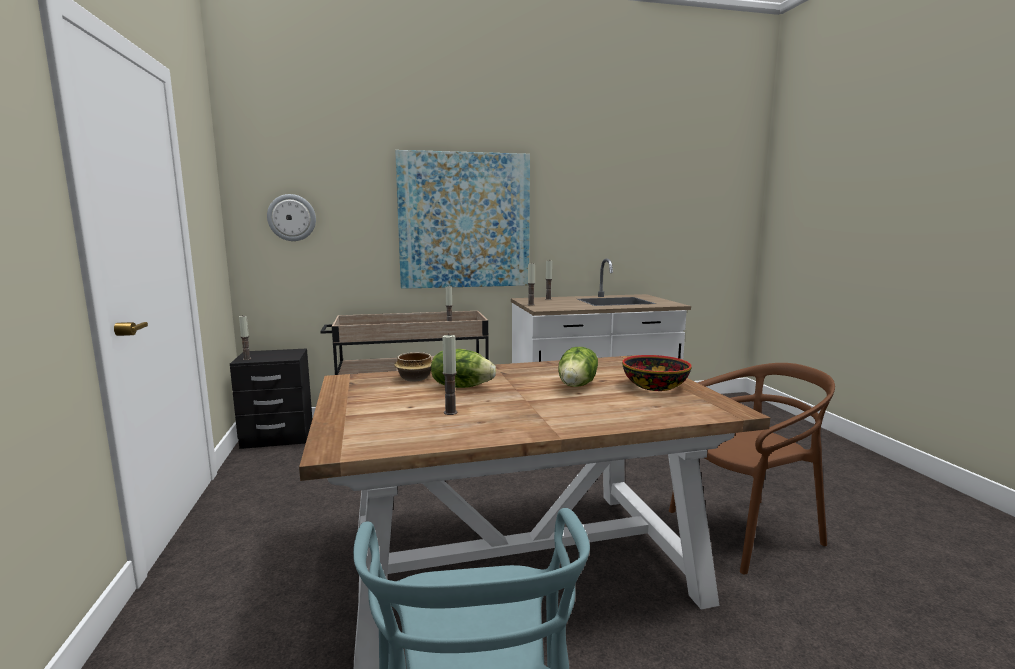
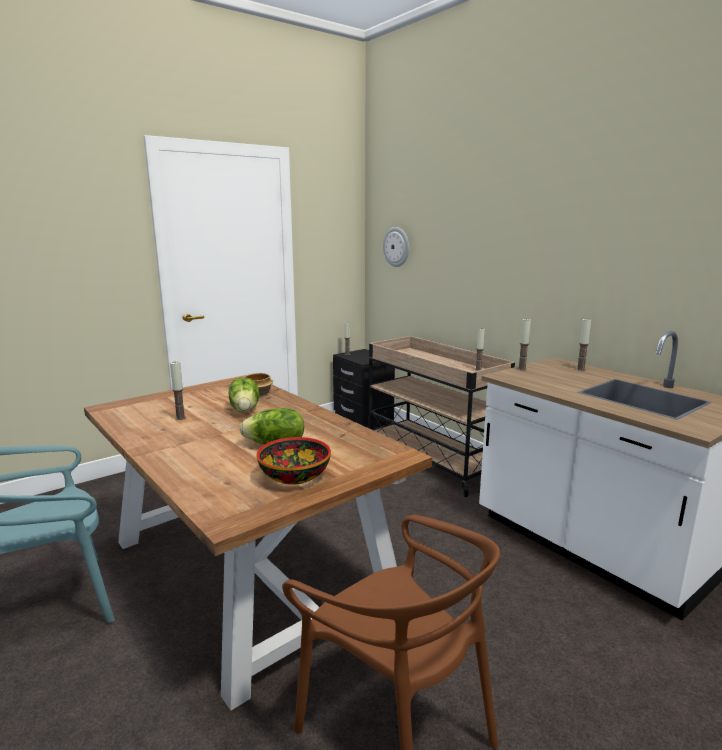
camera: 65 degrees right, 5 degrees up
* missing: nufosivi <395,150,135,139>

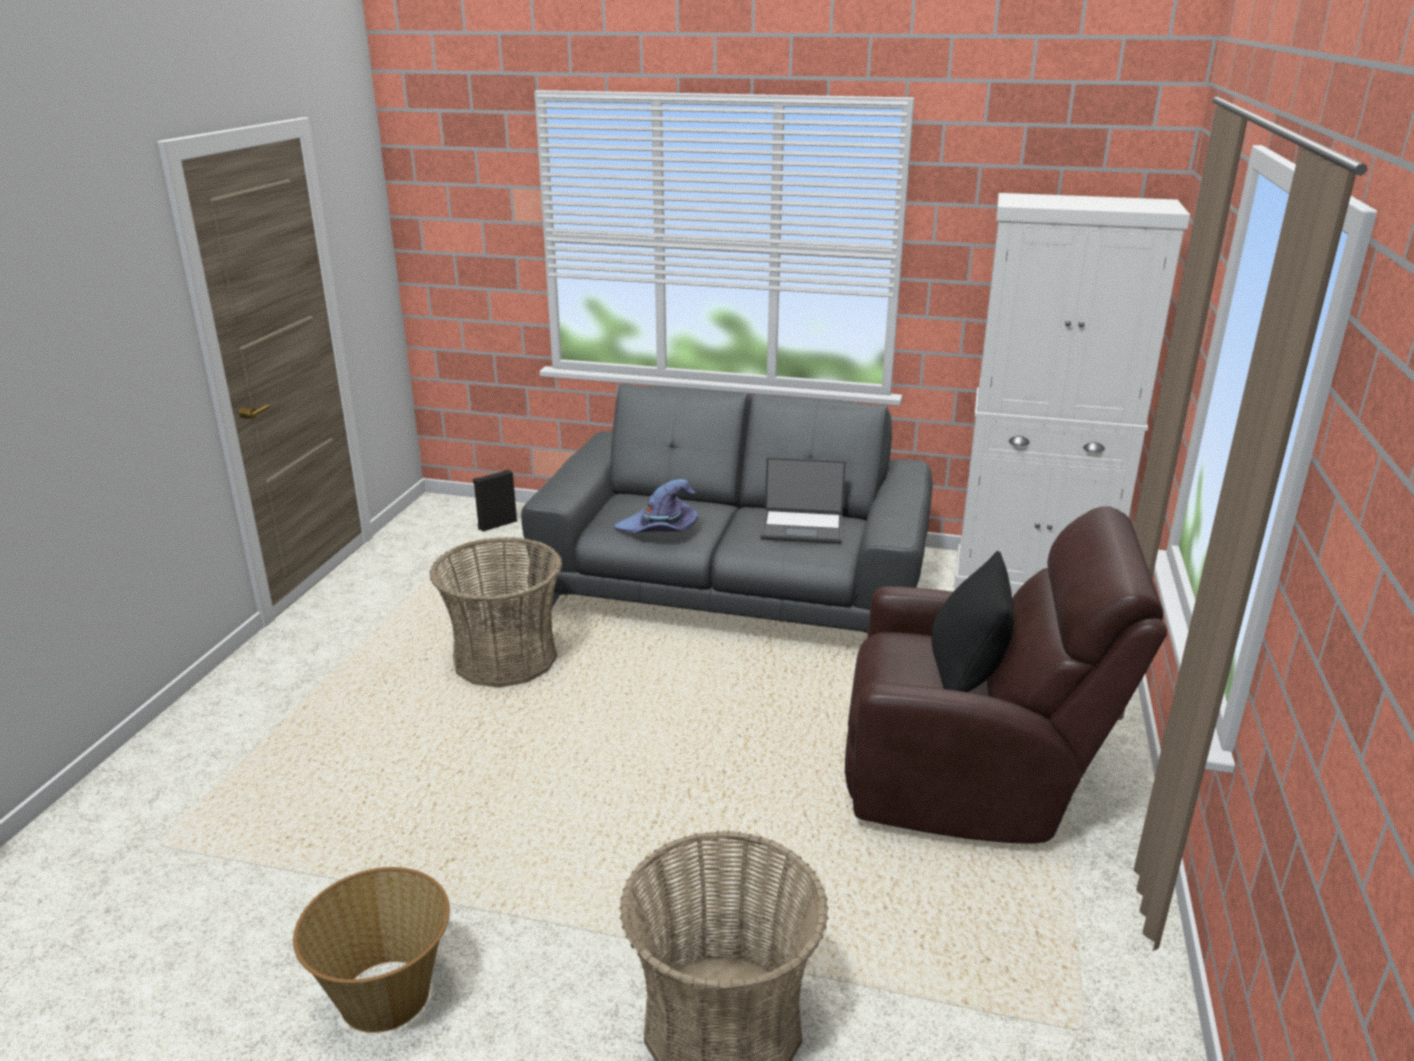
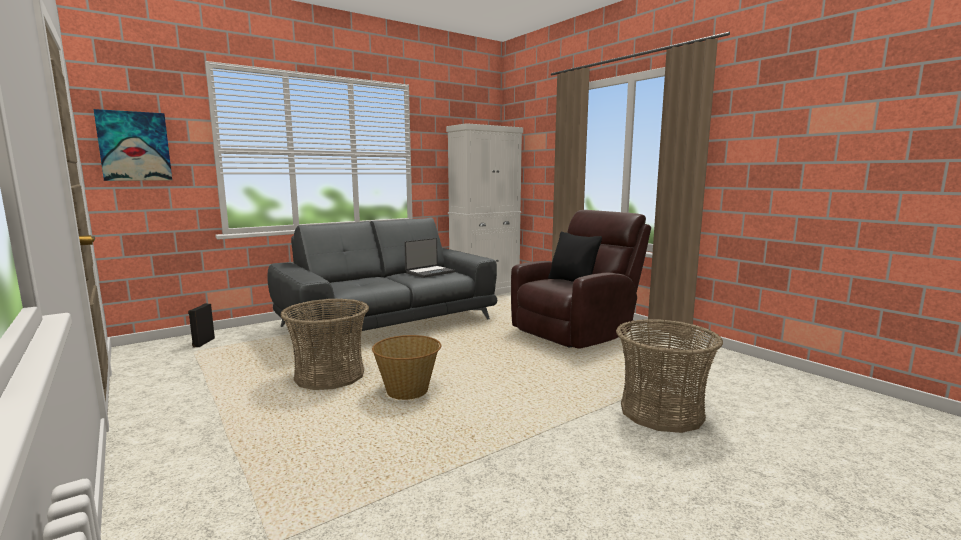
camera: 50 degrees left, 15 degrees down
* relocated: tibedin <293,867,157,166> to <372,335,69,65>
* missing: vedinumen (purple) <614,479,84,54>
* appeared: nufosivi <93,109,79,72>

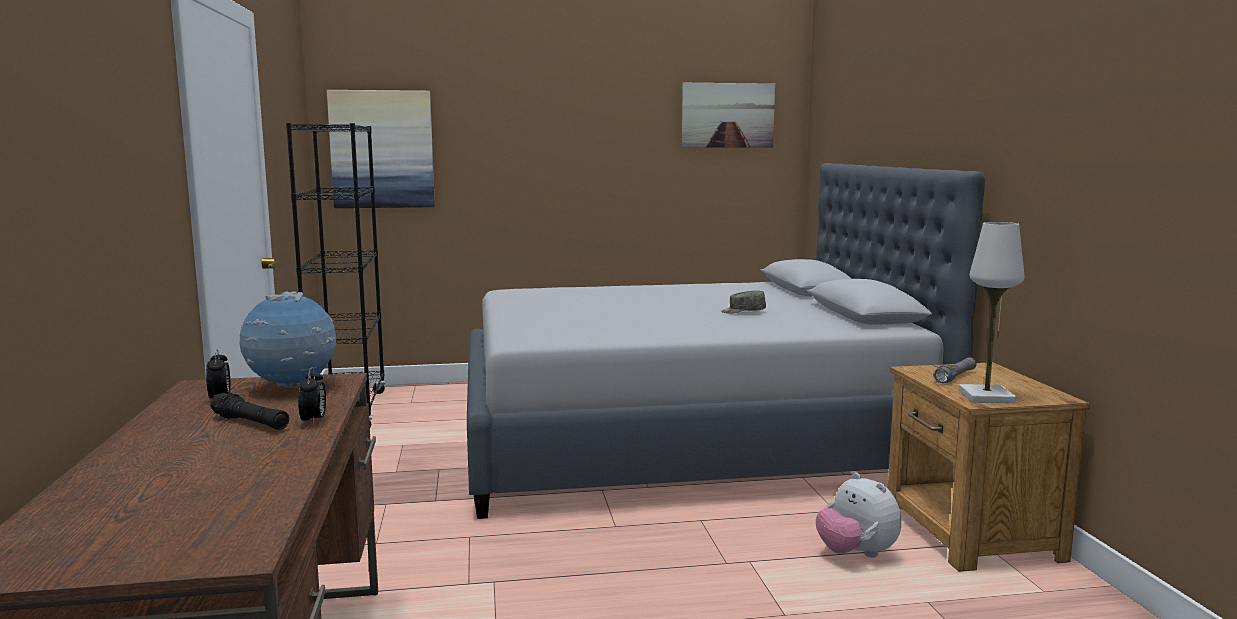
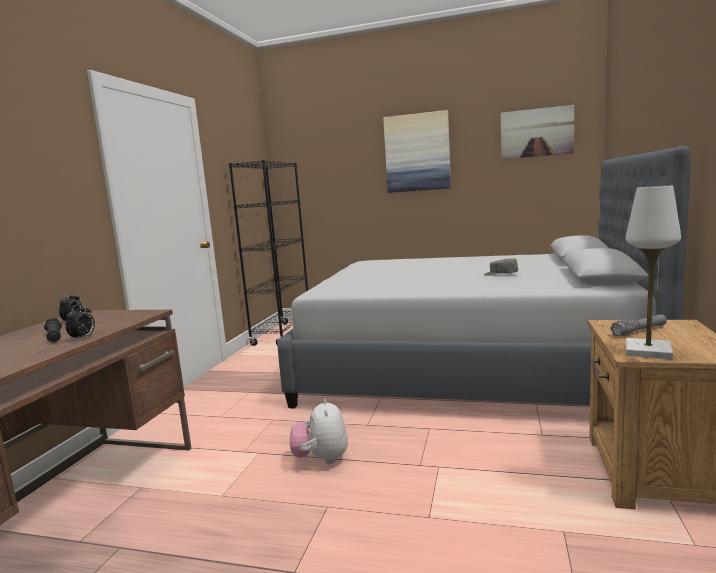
camera: 25 degrees right, 0 degrees up
* missing: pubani <240,291,96,97>
* relocated: nufosivi <327,90,108,118> to <383,110,68,83>
* relocated: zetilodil <816,473,85,85> to <289,399,59,65>

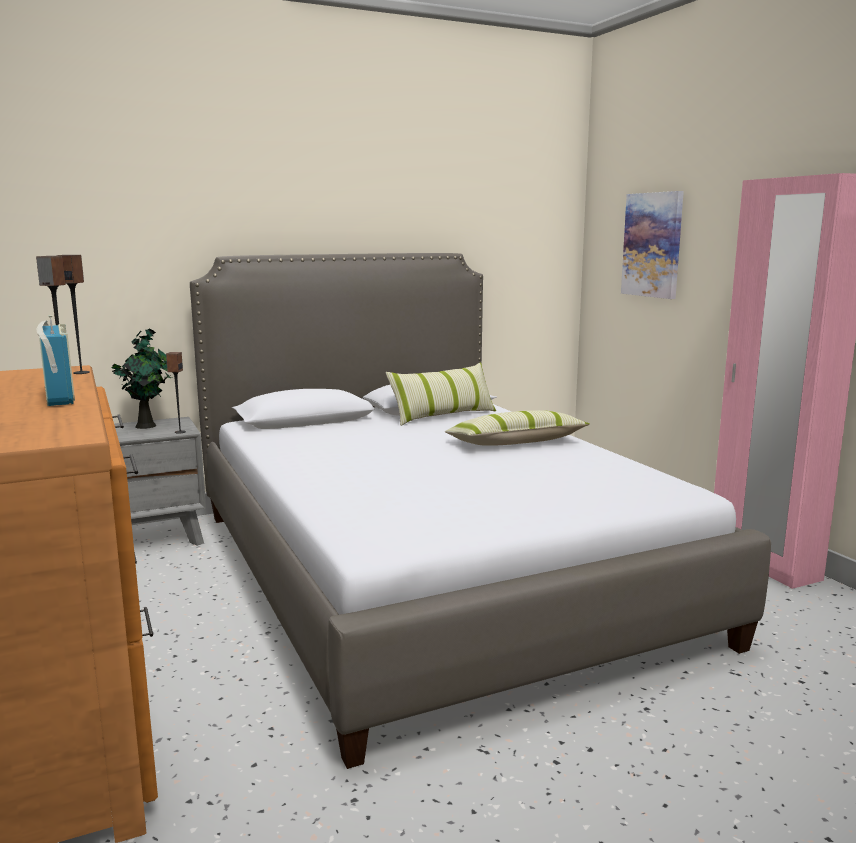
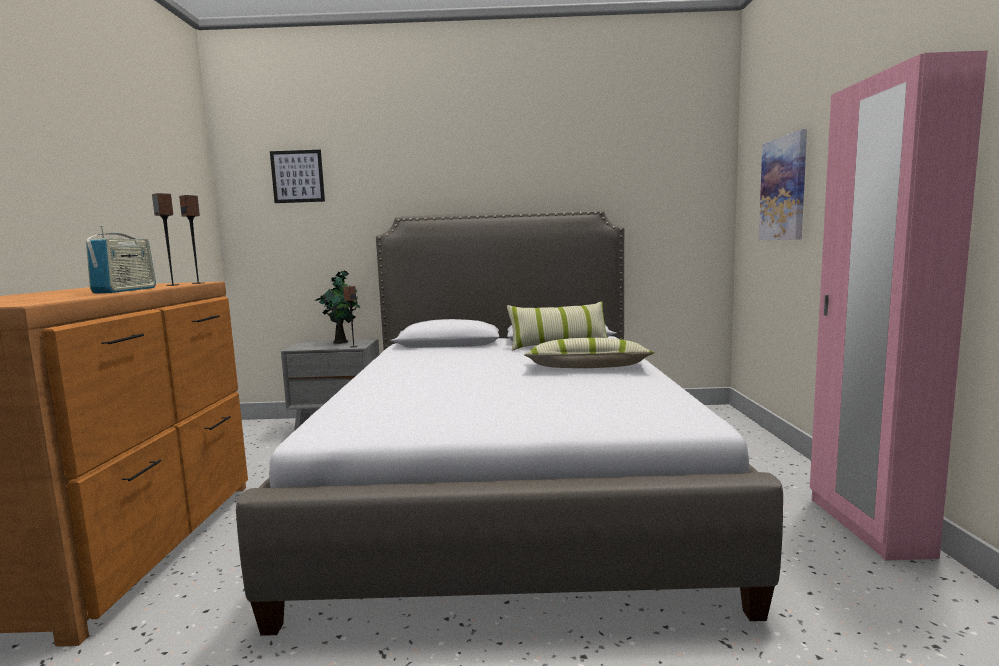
camera: 25 degrees right, 5 degrees down
* appeared: nufosivi <270,150,55,53>

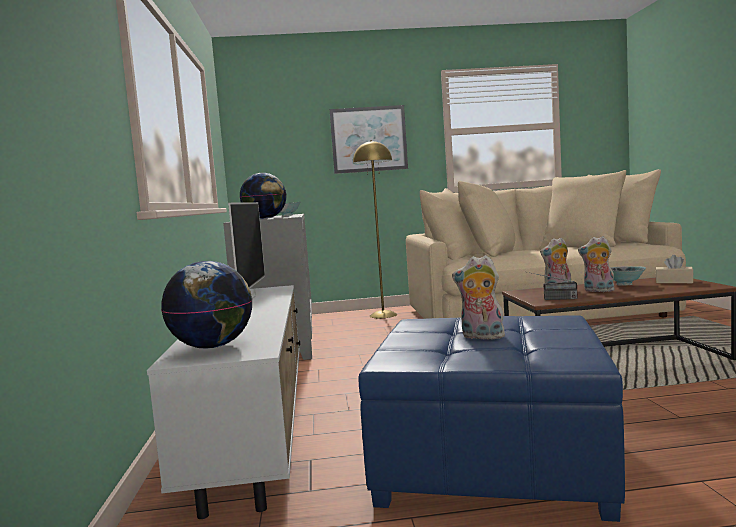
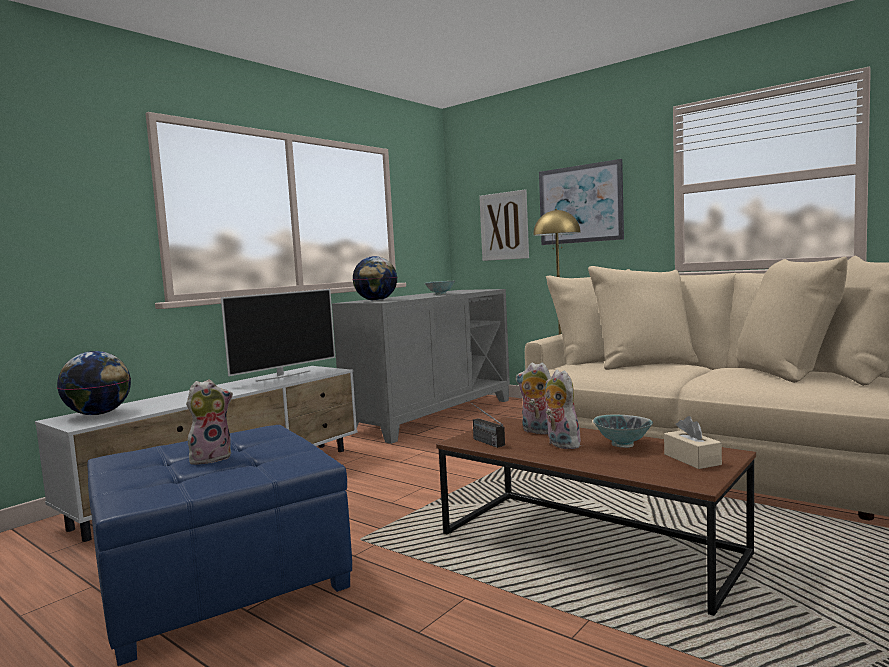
camera: 45 degrees right, 0 degrees up
* spun: zetilodil <452,255,53,86> = <186,380,47,85> 75 degrees clockwise
* appeared: nufosivi <479,189,50,72>

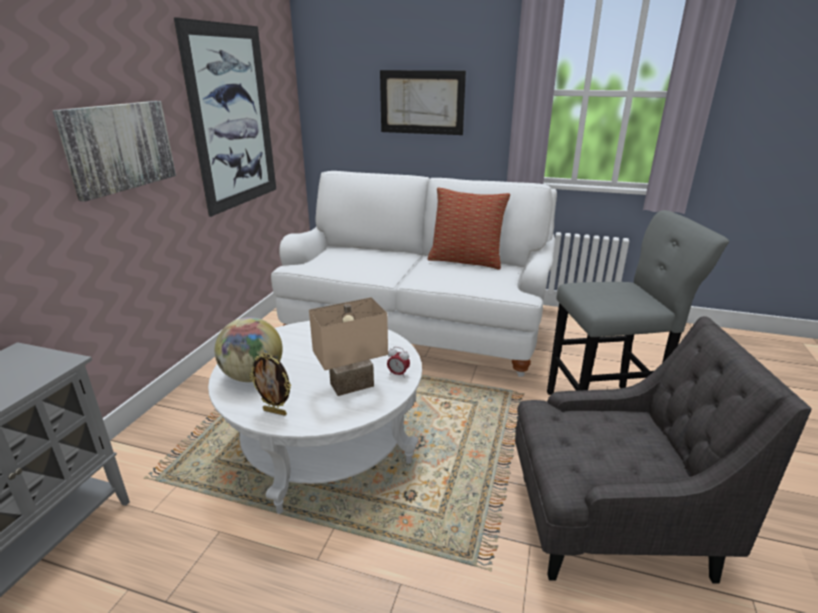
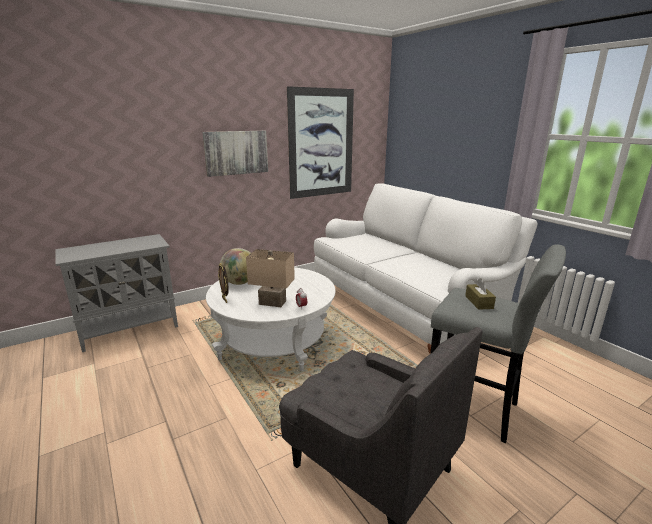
camera: 40 degrees right, 5 degrees down
* missing: nufosivi <380,70,86,65>
* missing: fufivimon <428,187,82,83>
* appeared: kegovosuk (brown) <465,278,31,32>

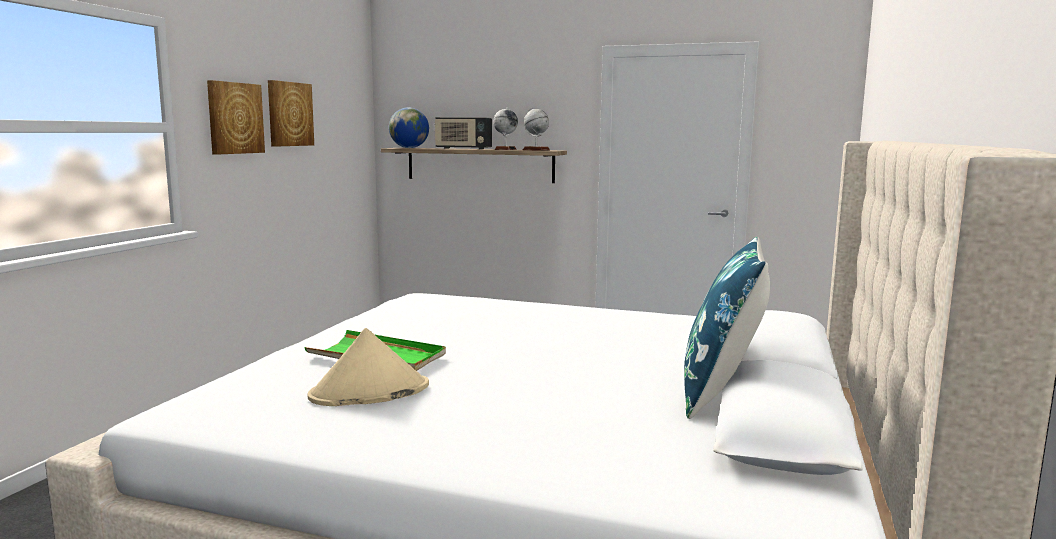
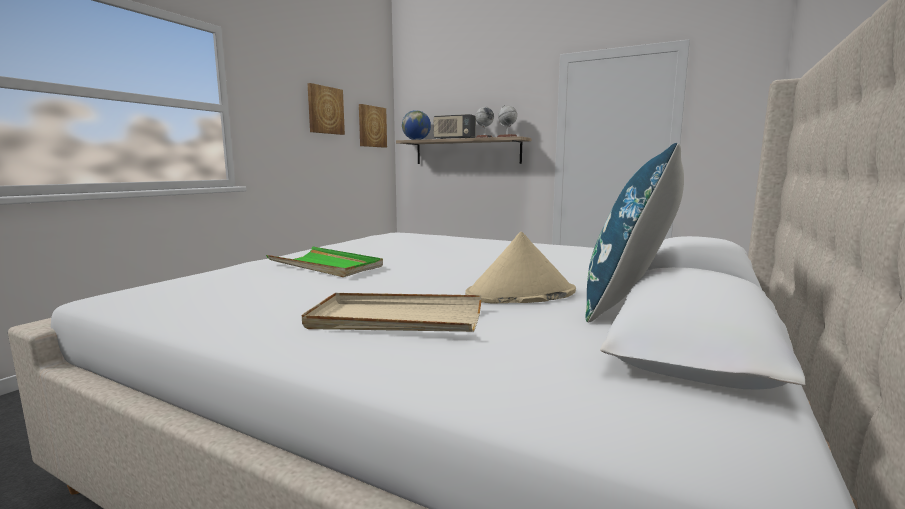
camera: 10 degrees right, 0 degrees up
* relocated: nufosivi <207,80,58,75> to <359,104,28,44>
* relocated: vedinumen (beige) <308,328,121,78> to <465,232,111,72>
* appeared: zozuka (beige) <302,293,180,39>

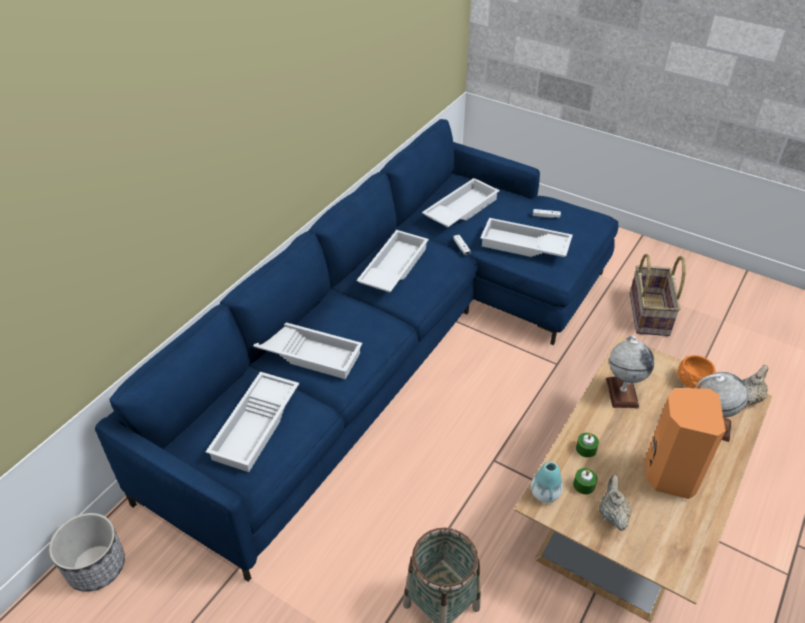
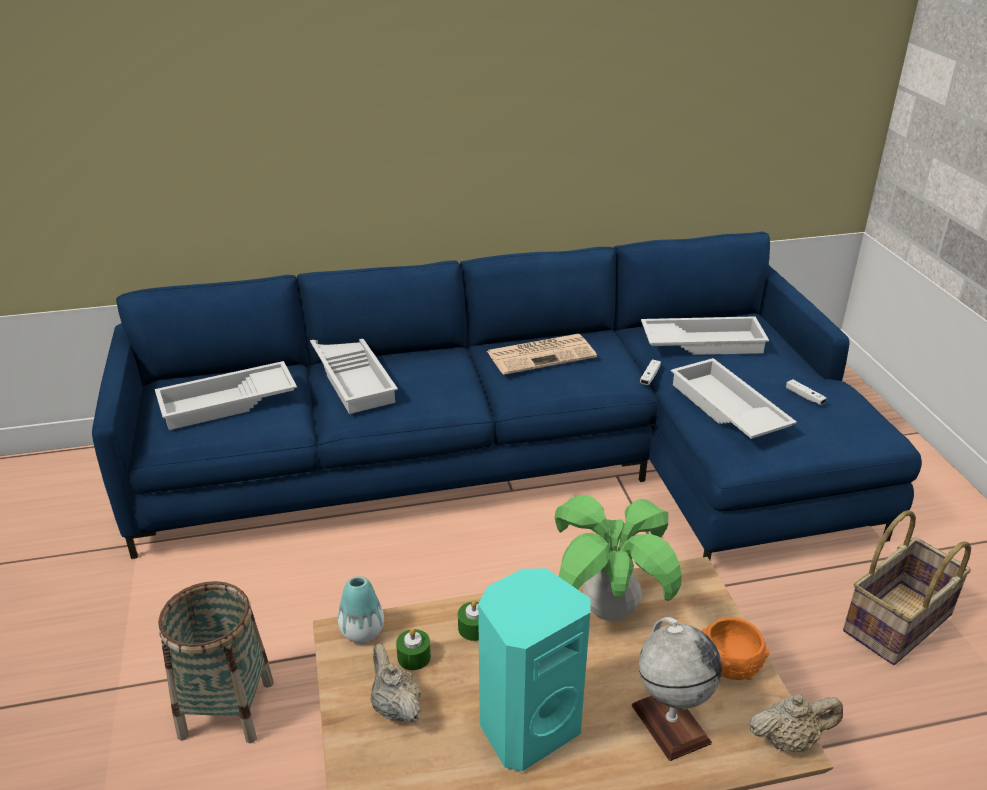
camera: 45 degrees right, 10 degrees down
* missing: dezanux <49,513,76,79>
* exchanged: zozuka (white) <356,230,73,62> to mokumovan <487,334,110,41>
* spun: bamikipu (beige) <599,474,33,57> = <371,643,50,80> 75 degrees counterclockwise
* exchanged: pubani <606,336,48,72> to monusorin <554,495,128,126>
* colour: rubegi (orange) <645,388,81,111> to rubegi (turquoise) <478,568,112,203>

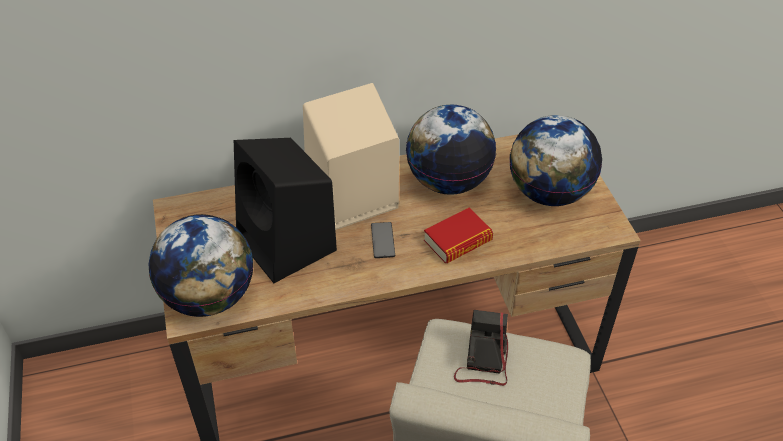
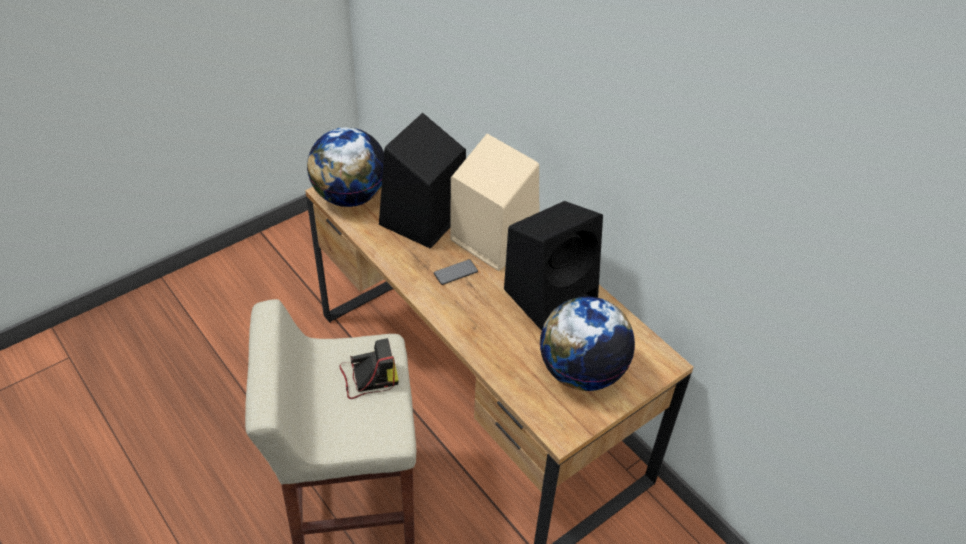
camera: 65 degrees right, 0 degrees up
* exchanged: pubani <406,105,90,90> to rubegi (black) <504,201,99,130>
* missing: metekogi <424,208,69,55>

